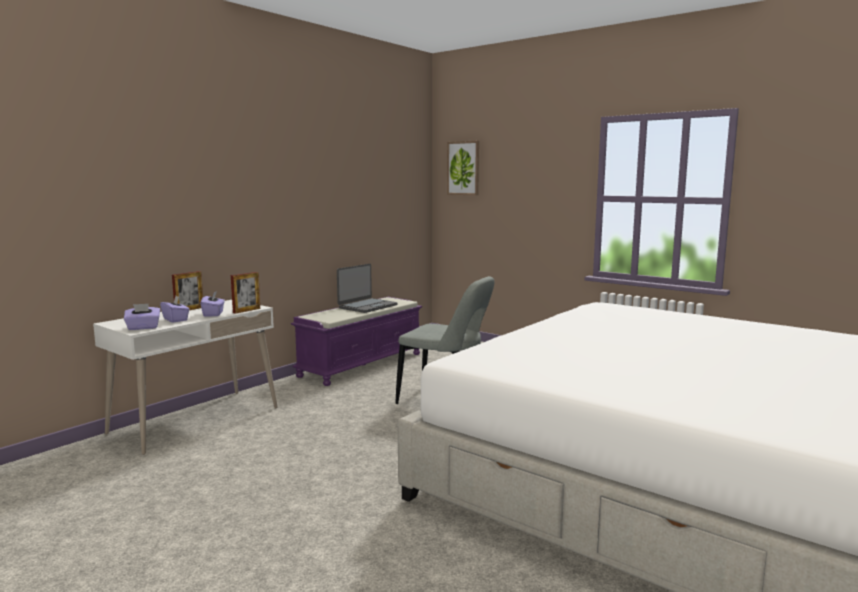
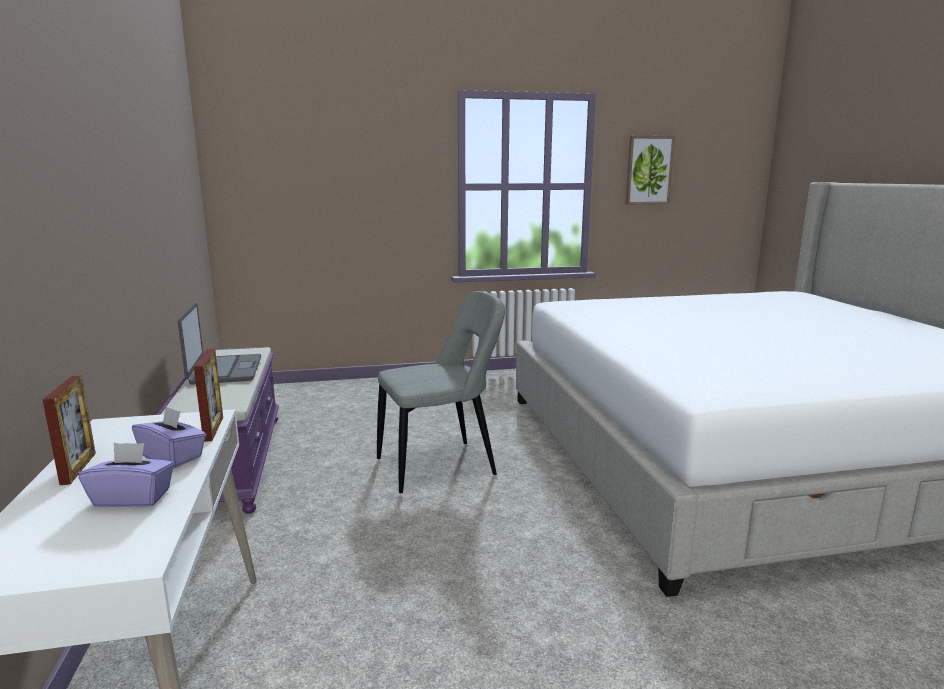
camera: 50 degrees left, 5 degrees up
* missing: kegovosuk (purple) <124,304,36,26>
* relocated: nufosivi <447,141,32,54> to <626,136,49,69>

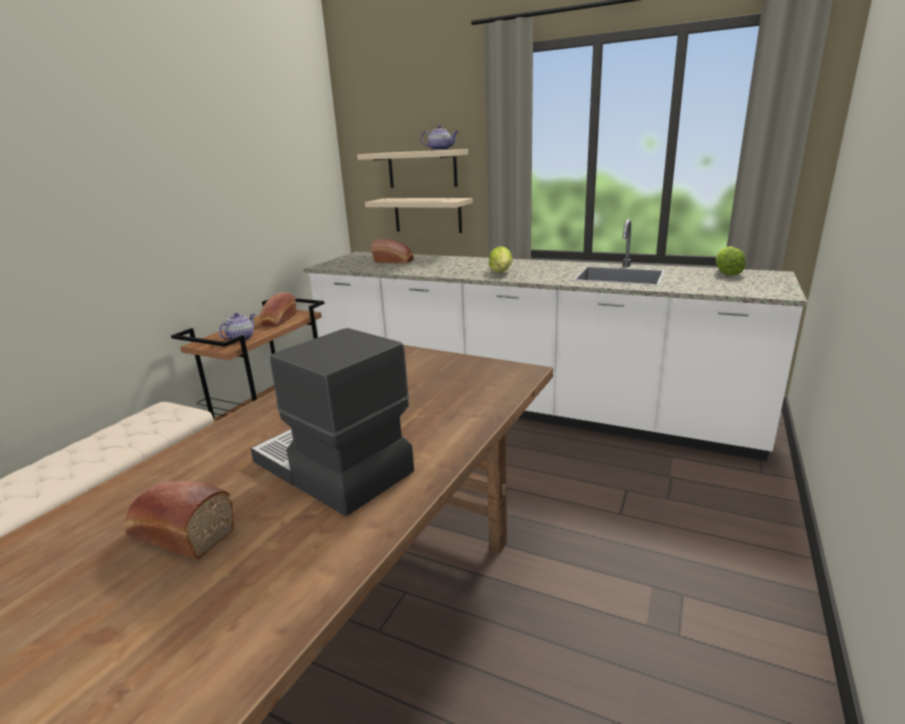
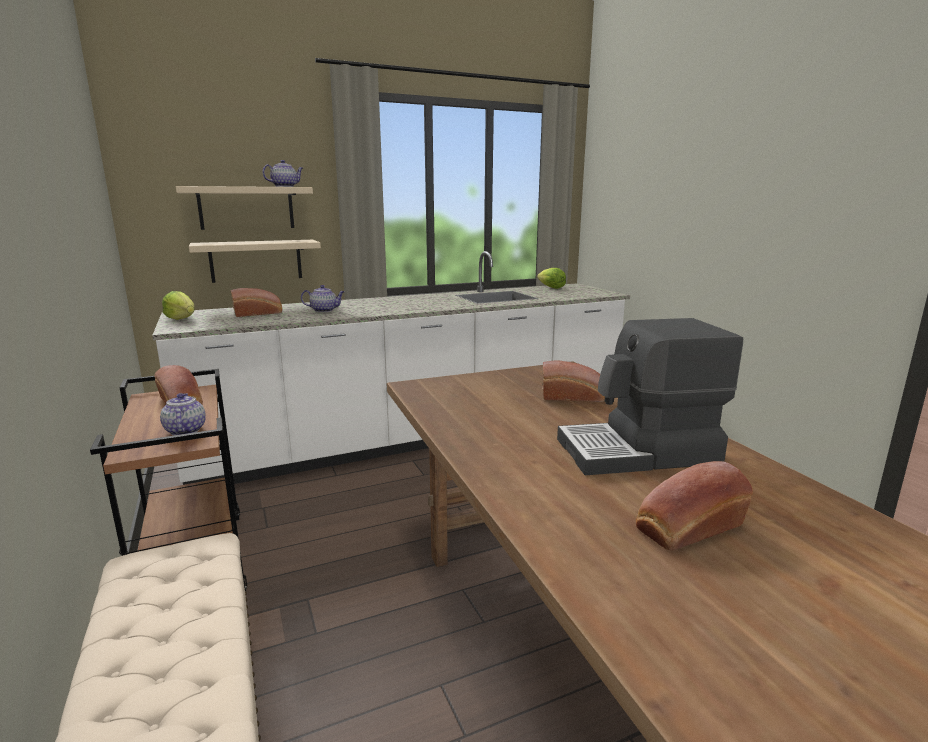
camera: 50 degrees left, 5 degrees down
* relocated: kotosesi <489,246,24,27> to <162,291,32,29>
* appeared: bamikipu <301,285,44,27>
* appeared: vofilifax <542,361,63,41>

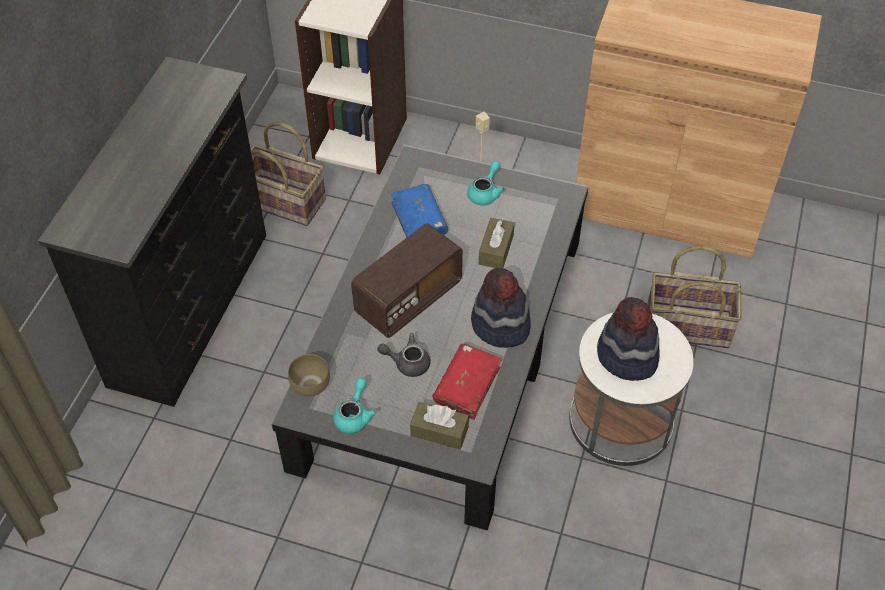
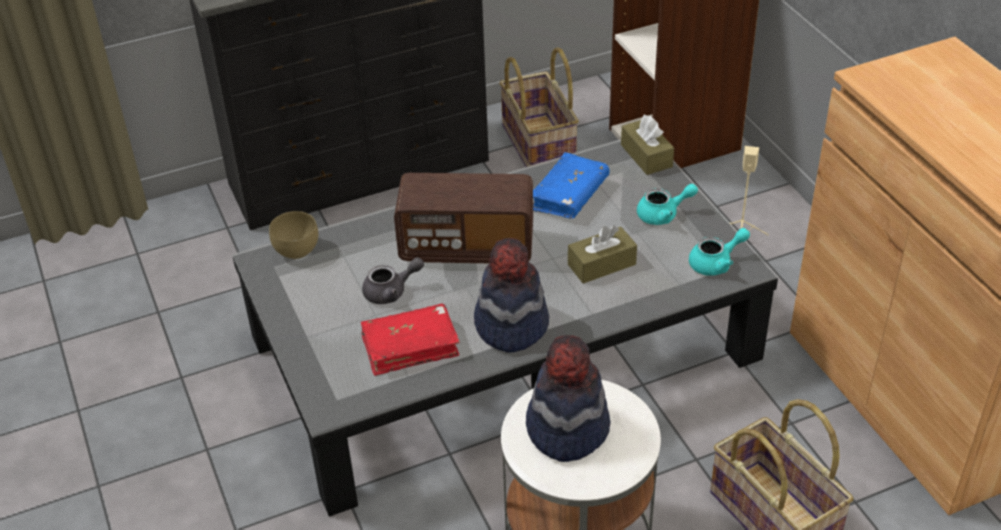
camera: 50 degrees right, 10 degrees down
* relocated: bamikipu (turquoise) <333,378,43,56> to <689,228,61,48>
* spun: bamikipu (grey) <377,333,53,44> = <362,257,62,47> 105 degrees clockwise
* relocated: kegovosuk (brown) <410,402,59,48> to <621,115,53,60>

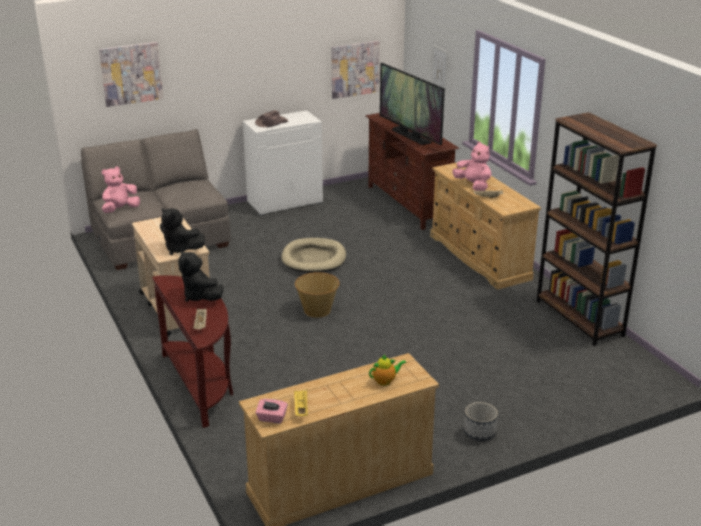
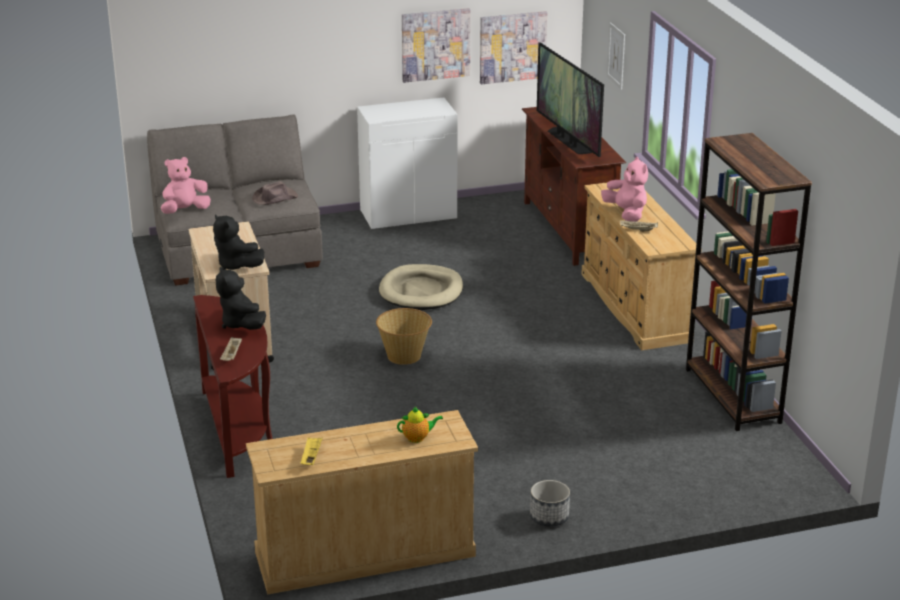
camera: 10 degrees right, 0 degrees up
* relocated: nufosivi <99,42,64,65> to <402,8,69,75>
* relocated: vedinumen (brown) <255,110,33,17> to <252,181,46,24>
* missing: kegovosuk (pink) <256,399,32,24>

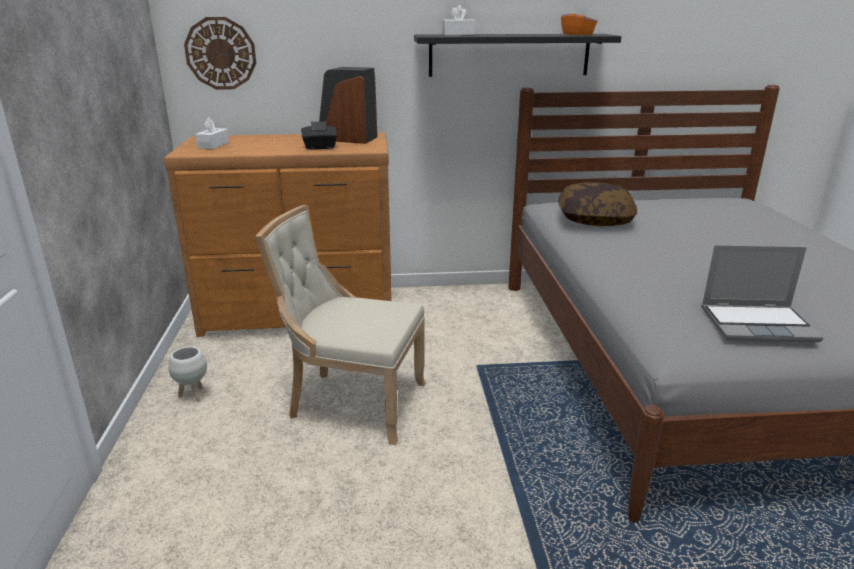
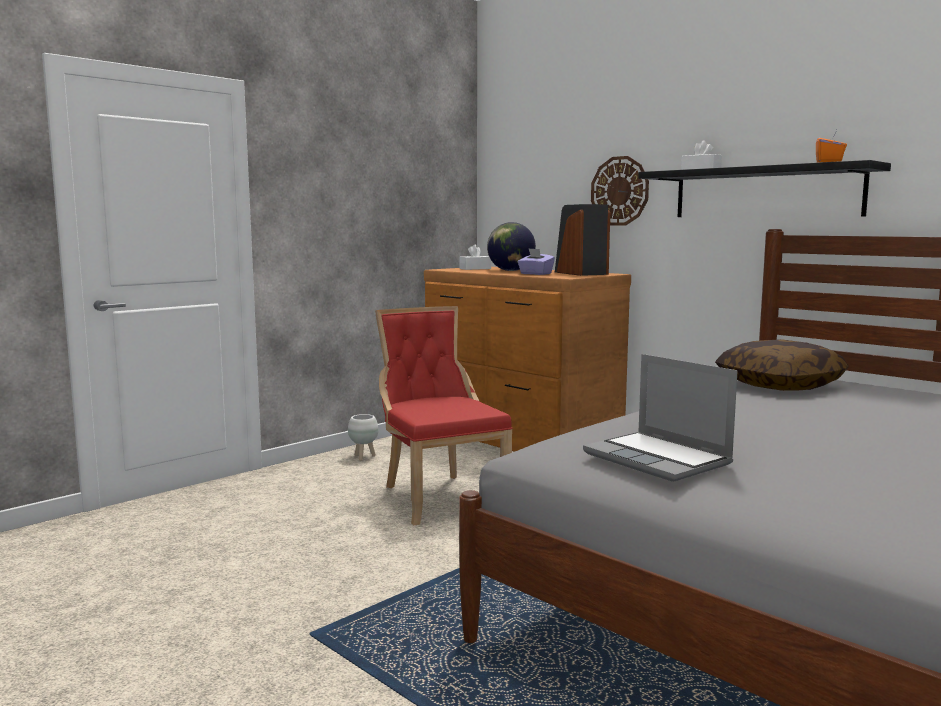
camera: 50 degrees right, 15 degrees down
* relocated: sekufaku <184,17,72,73> to <591,156,58,70>
* colour: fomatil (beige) <255,205,171,240> to fomatil (red) <375,306,138,219>
* colour: kegovosuk (black) <301,121,36,29> to kegovosuk (purple) <518,248,37,27>
* appeared: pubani <487,222,49,49>

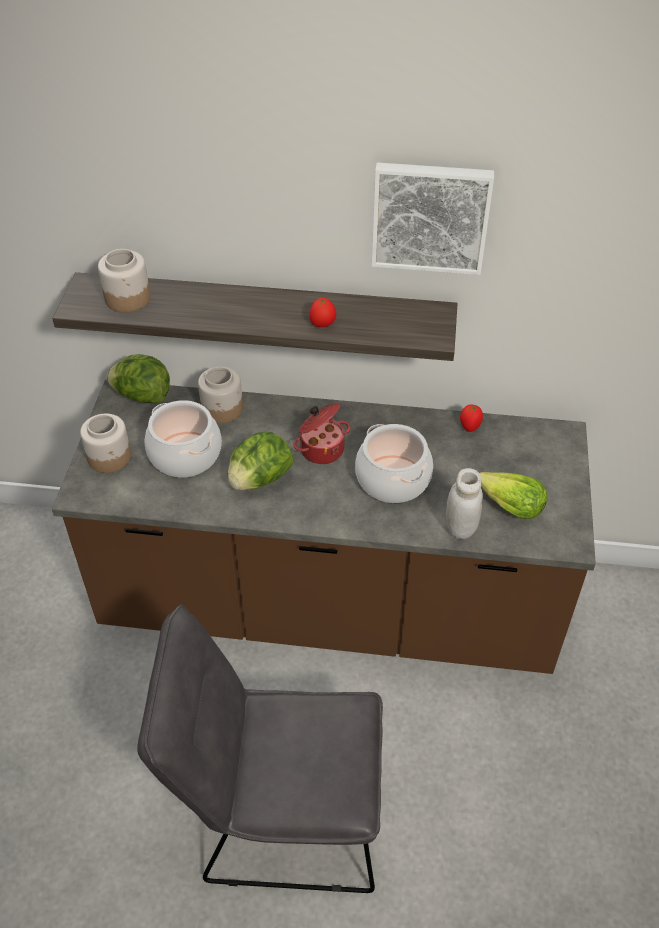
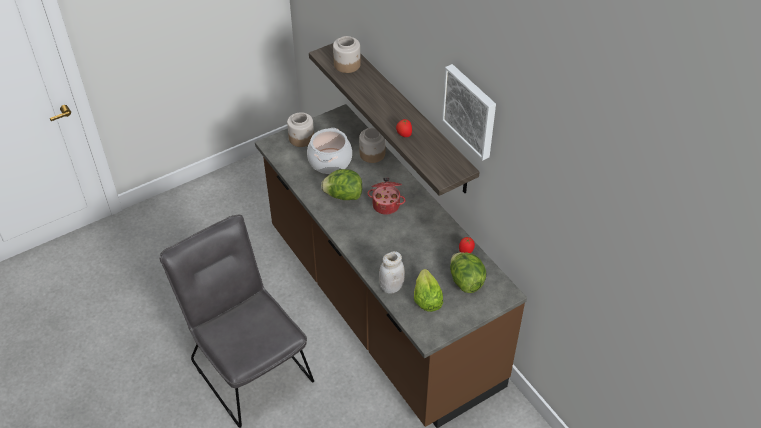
camera: 50 degrees right, 0 degrees up
* relocated: kotosesi <106,354,64,50> to <450,252,37,41>
* missing: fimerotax <355,424,78,79>

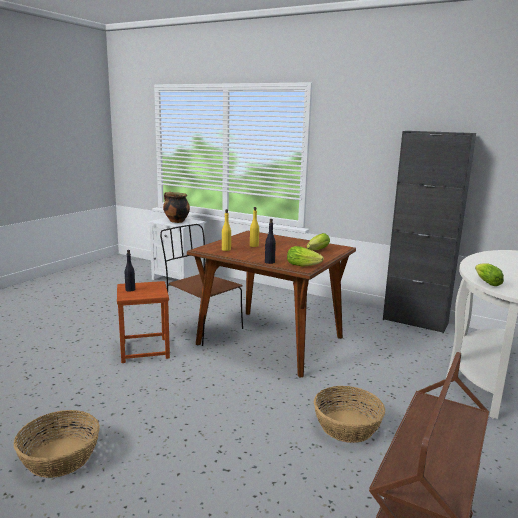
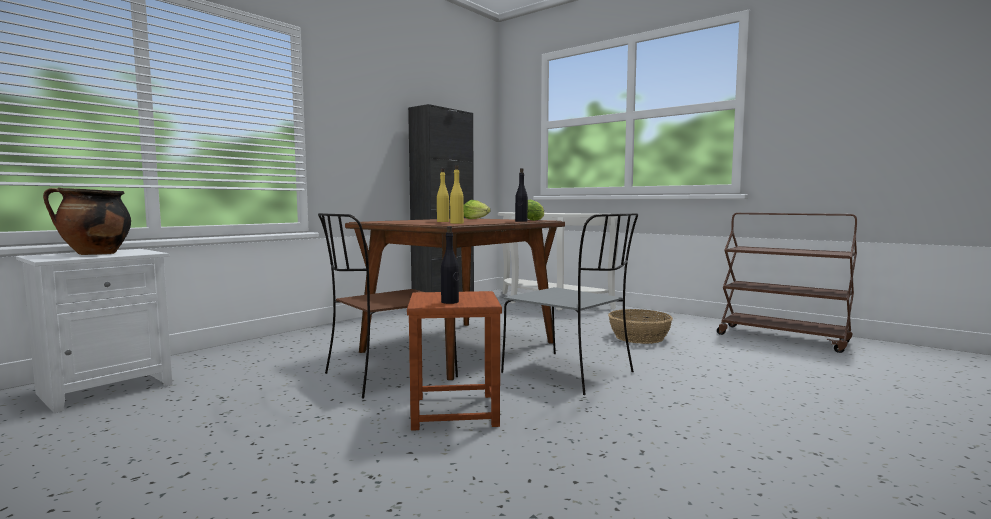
camera: 80 degrees left, 10 degrees down
* missing: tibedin <13,410,87,68>
* missing: kotosesi <475,263,29,23>
* appeared: fomatil (grey) <501,213,137,182>

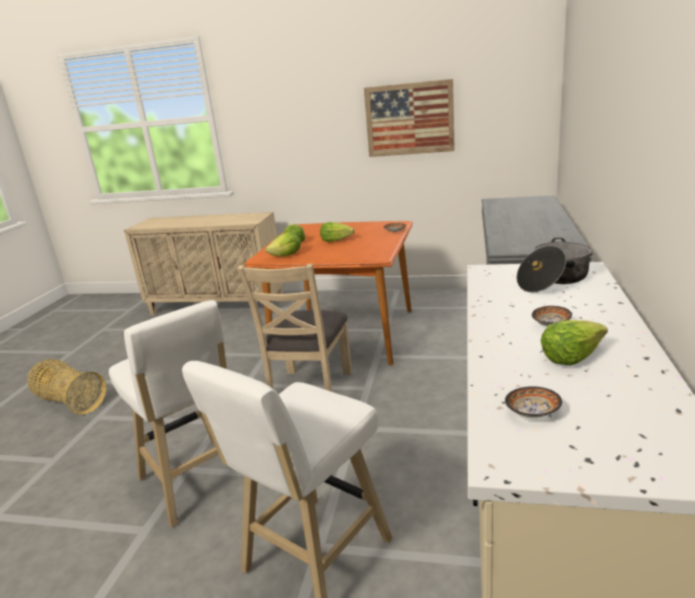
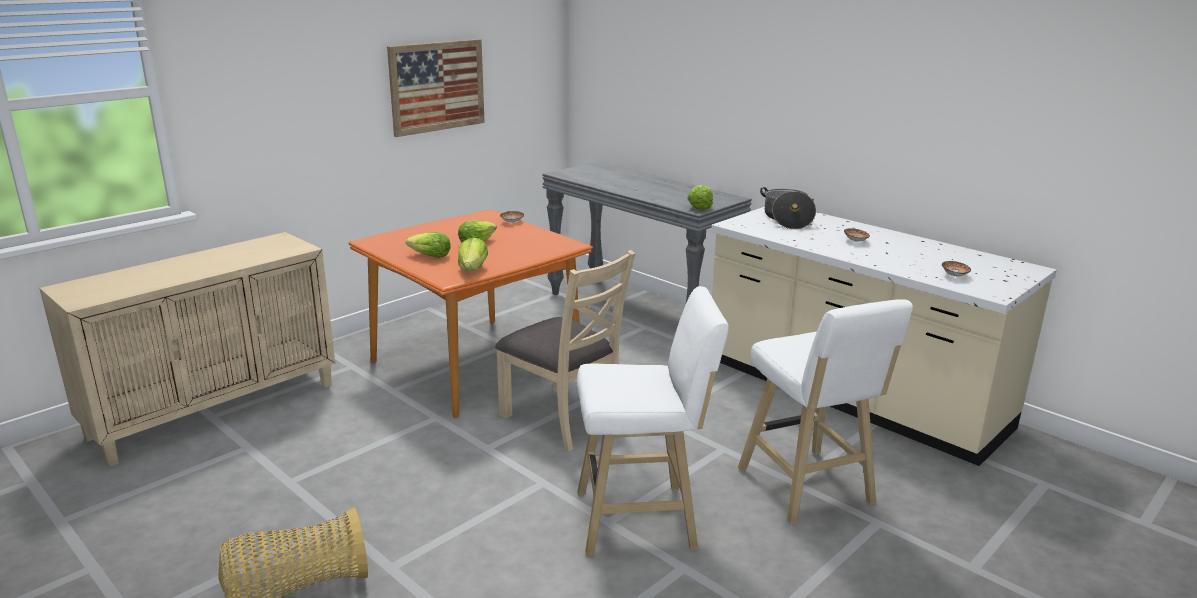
camera: 60 degrees left, 0 degrees up
* relocated: kotosesi <541,320,67,46> to <687,185,26,25>

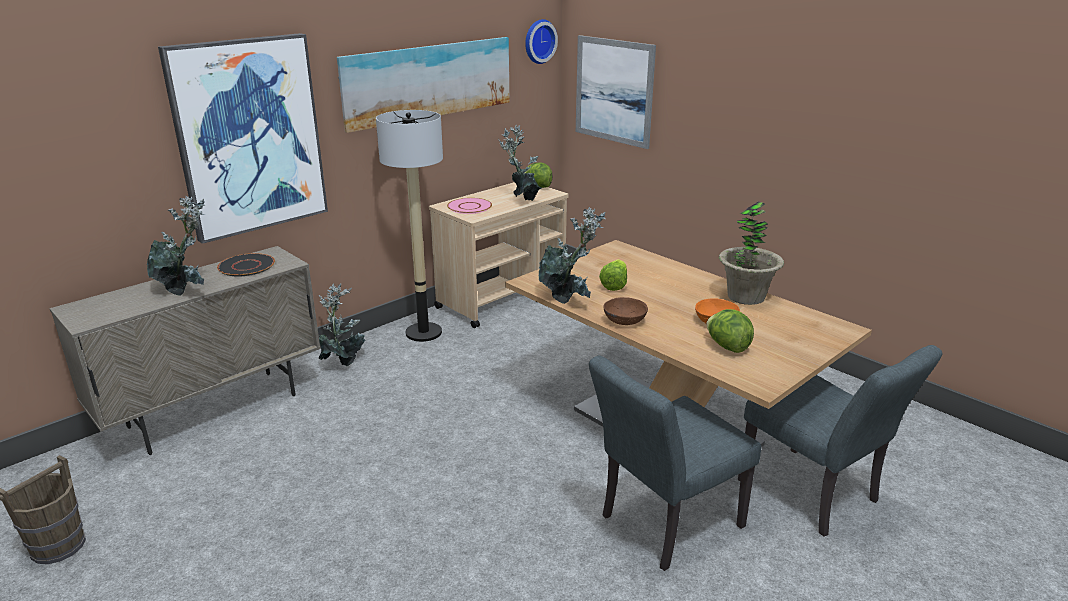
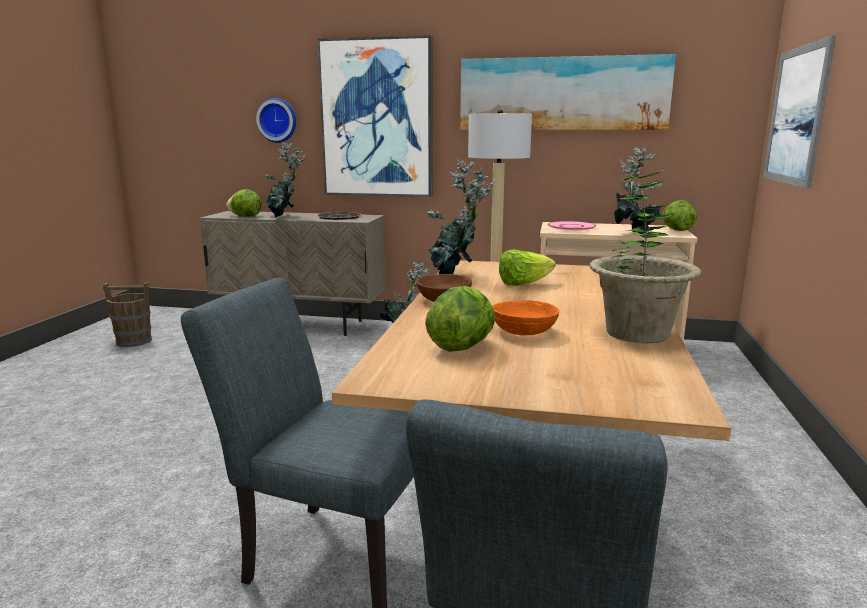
camera: 55 degrees right, 10 degrees down
* relocated: sekufaku <525,19,33,45> to <256,98,40,45>
* appeared: kotosesi <226,189,35,28>

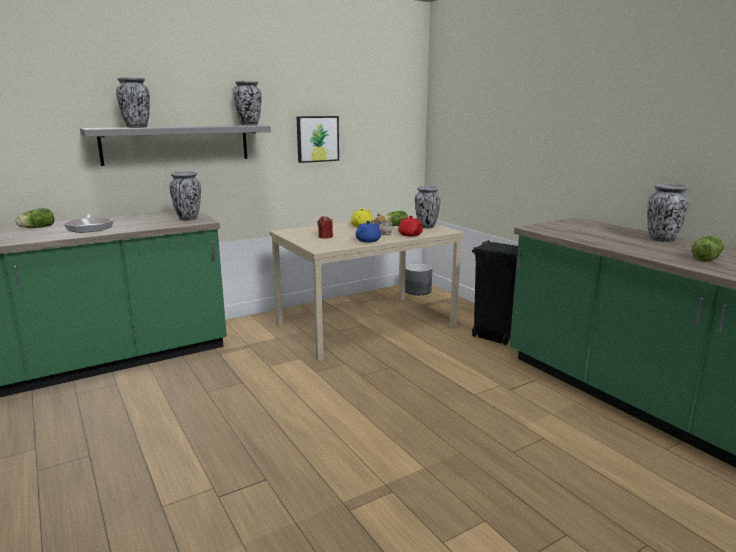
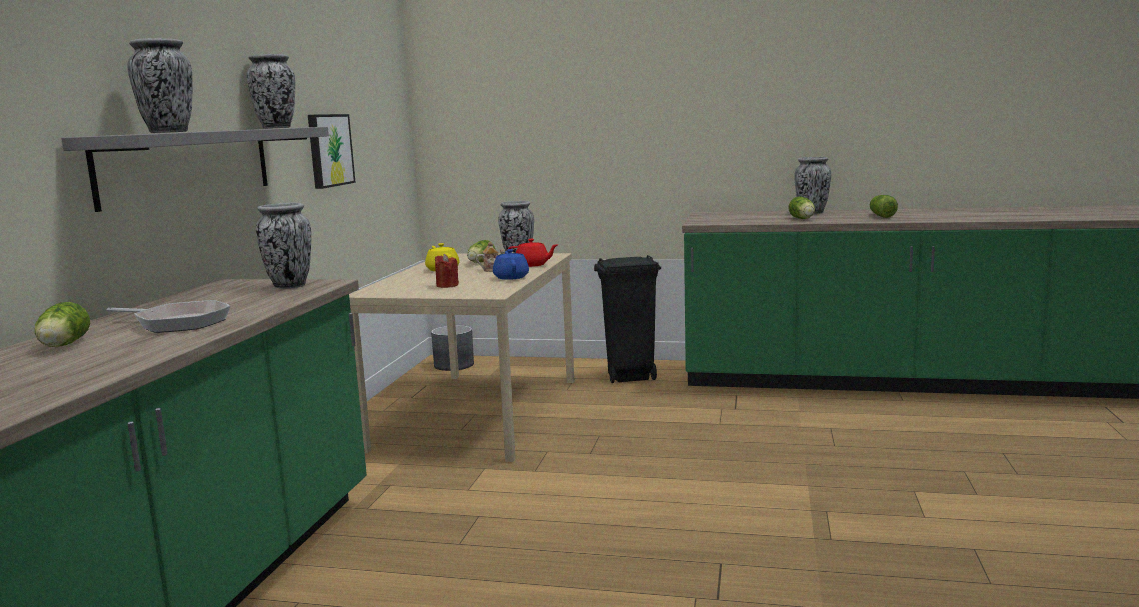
camera: 45 degrees left, 5 degrees down
* appeared: kotosesi <789,197,26,22>

